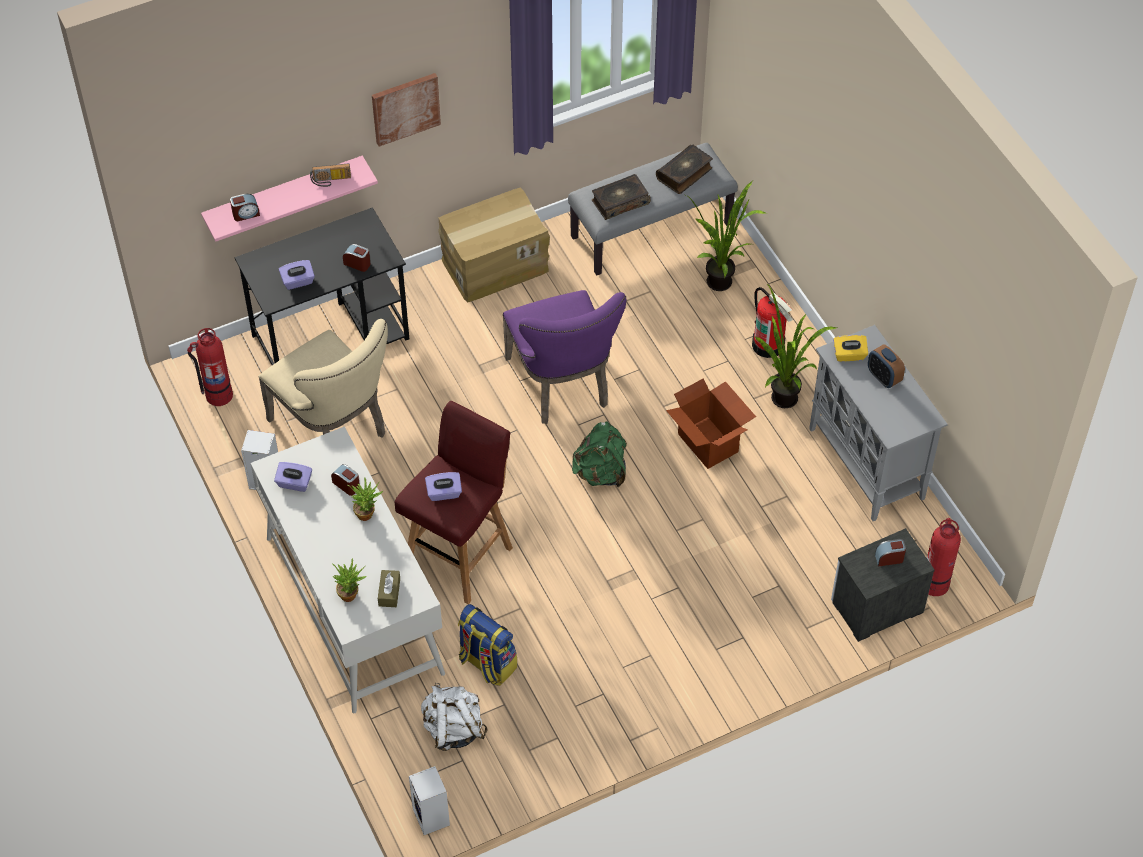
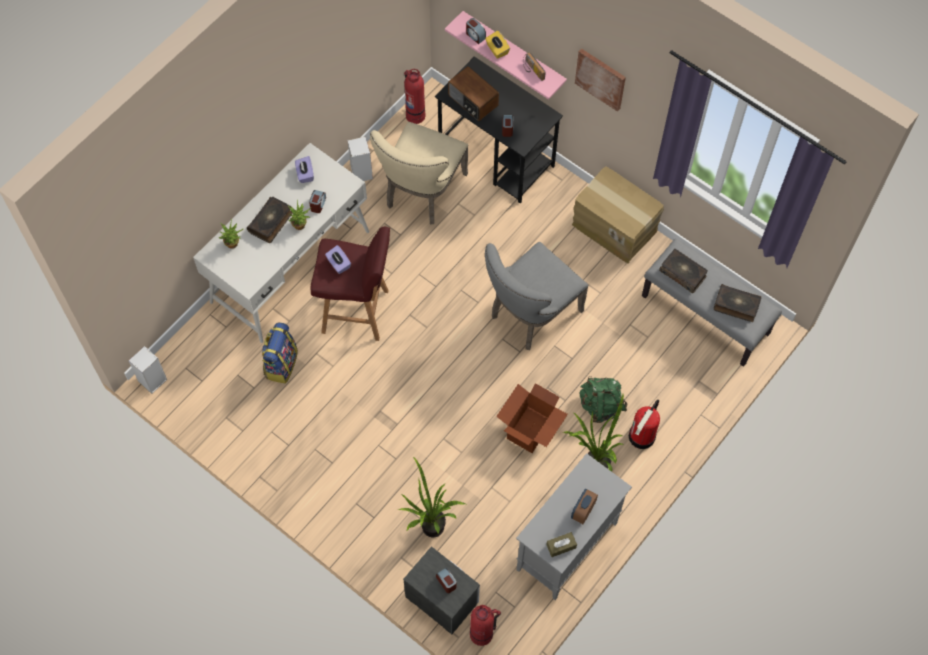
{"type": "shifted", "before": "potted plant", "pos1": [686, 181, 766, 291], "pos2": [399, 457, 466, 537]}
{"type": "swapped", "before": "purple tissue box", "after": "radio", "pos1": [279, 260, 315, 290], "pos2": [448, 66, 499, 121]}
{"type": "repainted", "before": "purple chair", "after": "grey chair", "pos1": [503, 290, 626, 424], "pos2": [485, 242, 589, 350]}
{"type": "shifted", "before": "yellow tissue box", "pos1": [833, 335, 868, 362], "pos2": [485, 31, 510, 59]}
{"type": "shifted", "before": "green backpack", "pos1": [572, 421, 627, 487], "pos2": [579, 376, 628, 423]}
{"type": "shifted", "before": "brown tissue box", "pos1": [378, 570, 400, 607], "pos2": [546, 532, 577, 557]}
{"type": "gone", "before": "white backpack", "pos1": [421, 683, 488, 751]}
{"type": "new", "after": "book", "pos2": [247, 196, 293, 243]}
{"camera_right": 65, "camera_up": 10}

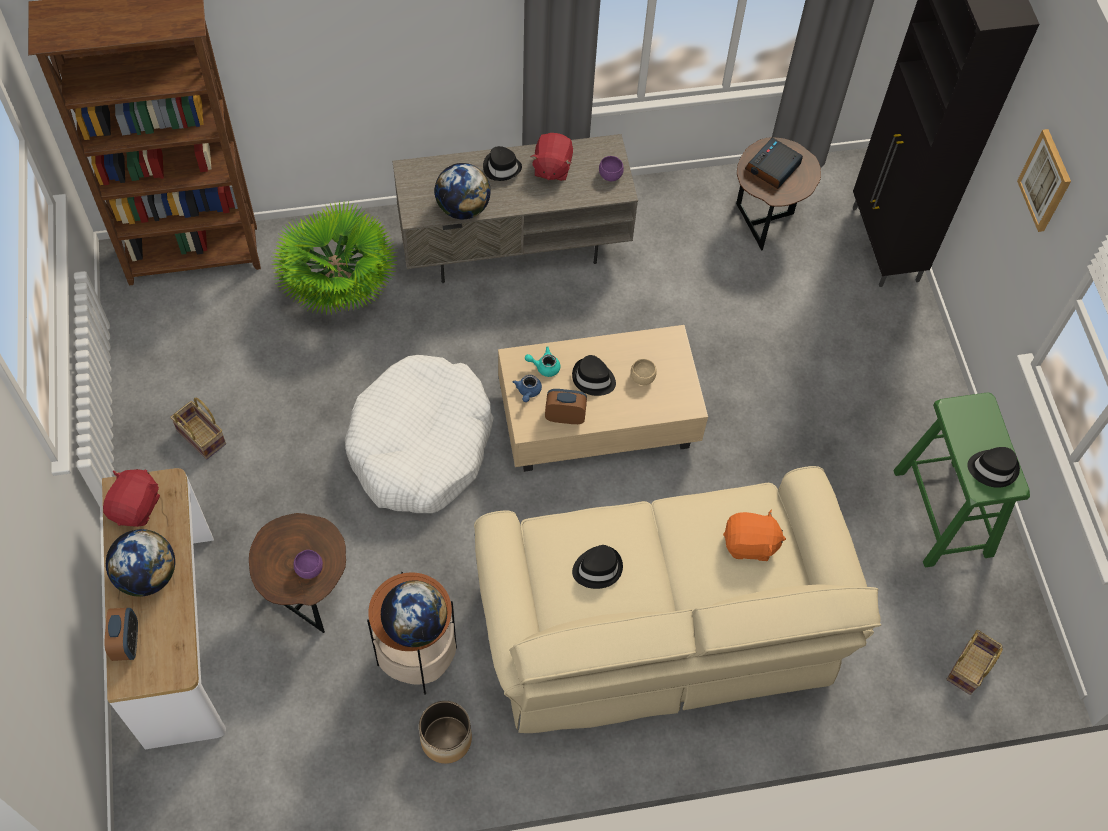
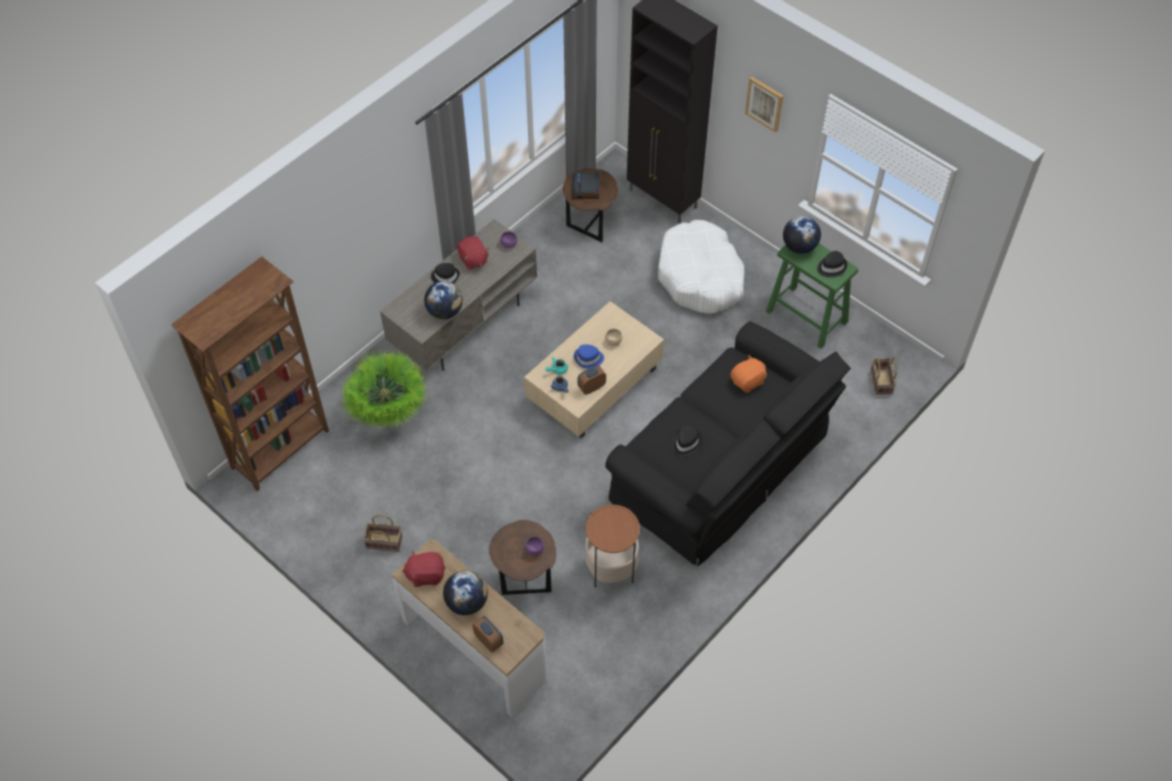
{"type": "shifted", "before": "white dog bed", "pos1": [345, 355, 494, 513], "pos2": [658, 220, 745, 314]}
{"type": "repainted", "before": "black hat", "after": "blue hat", "pos1": [572, 355, 616, 396], "pos2": [574, 344, 604, 369]}
{"type": "repainted", "before": "beige sofa", "after": "black sofa", "pos1": [474, 466, 882, 733], "pos2": [605, 321, 851, 566]}
{"type": "rotated", "before": "red plush toy", "pos1": [103, 469, 160, 527], "pos2": [402, 551, 446, 587], "turn": -75}
{"type": "shifted", "before": "globe", "pos1": [381, 580, 447, 647], "pos2": [783, 216, 821, 254]}
{"type": "gone", "before": "planter", "pos1": [419, 701, 472, 764]}
{"camera_right": -35, "camera_up": -5}

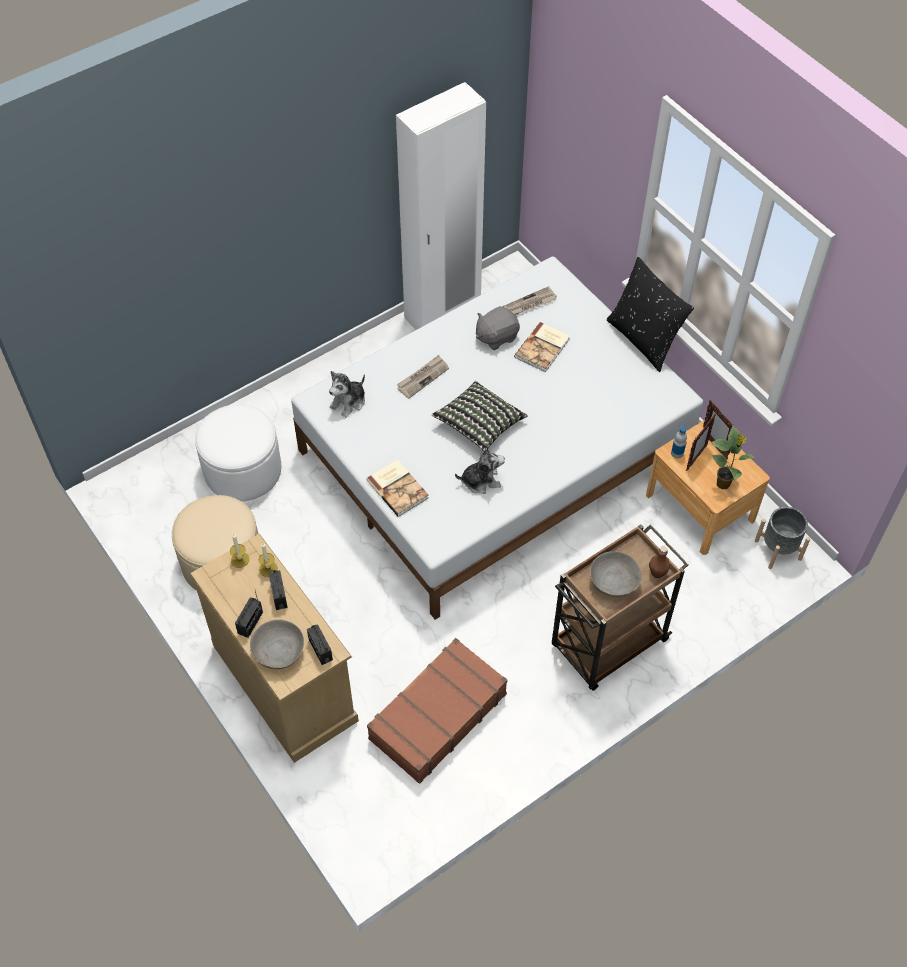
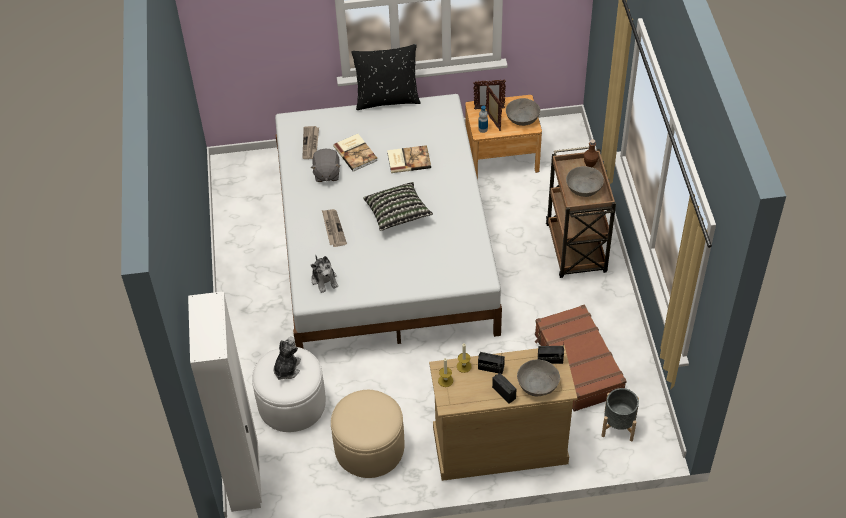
{"type": "shifted", "before": "white wardrobe", "pos1": [396, 82, 486, 330], "pos2": [188, 292, 262, 512]}
{"type": "swapped", "before": "potted plant", "after": "grey bowl", "pos1": [711, 426, 756, 489], "pos2": [506, 98, 540, 126]}
{"type": "shifted", "before": "plush toy", "pos1": [455, 448, 505, 494], "pos2": [274, 337, 301, 380]}
{"type": "shifted", "before": "book", "pos1": [366, 459, 429, 517], "pos2": [387, 145, 431, 173]}
{"type": "shifted", "before": "grey planter", "pos1": [755, 507, 810, 569], "pos2": [602, 388, 639, 441]}
{"camera_right": -60, "camera_up": -5}

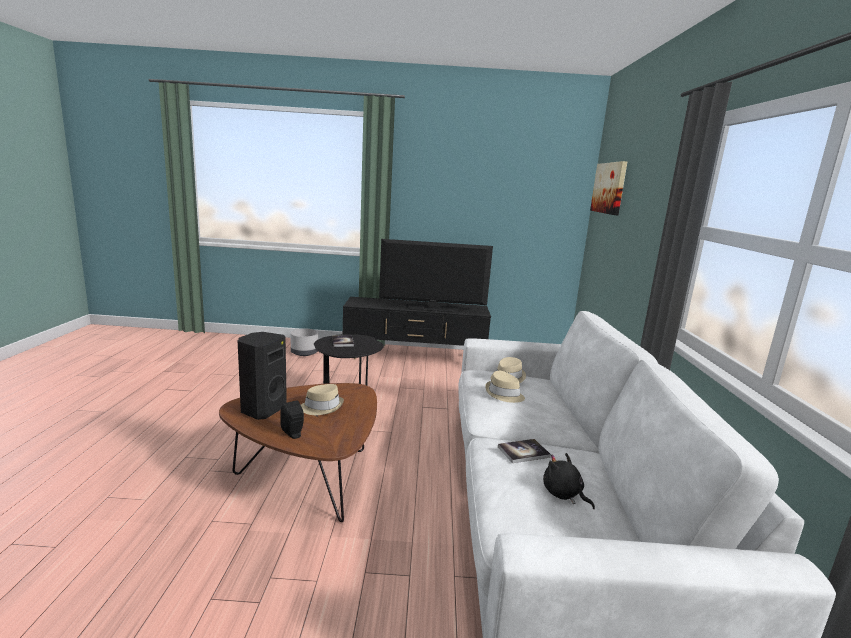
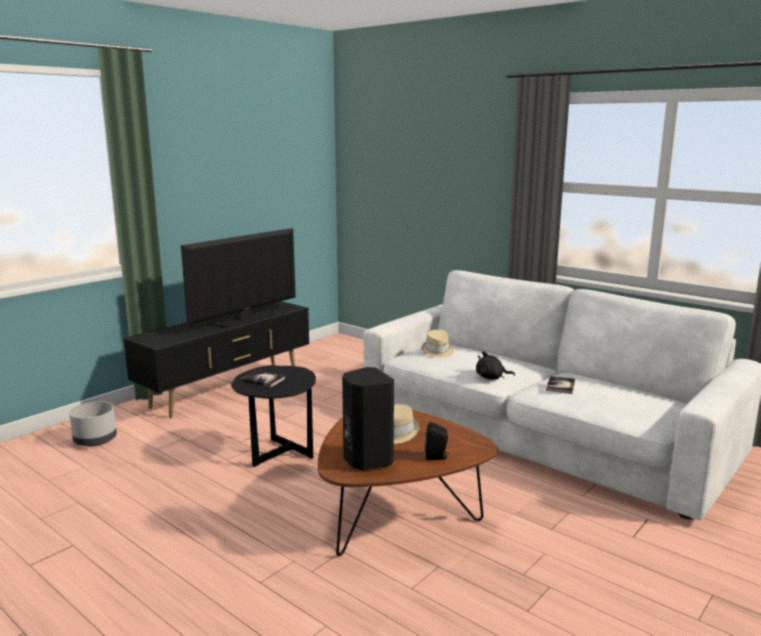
{"type": "gone", "before": "picture", "pos1": [590, 161, 627, 215]}
{"type": "gone", "before": "beige hat", "pos1": [485, 371, 525, 403]}
{"type": "shifted", "before": "black plush toy", "pos1": [543, 453, 595, 509], "pos2": [476, 351, 515, 380]}
{"camera_right": -50, "camera_up": 0}

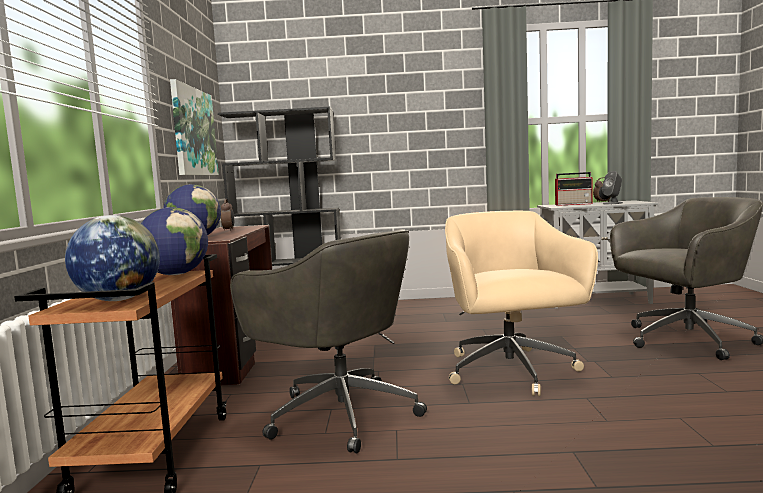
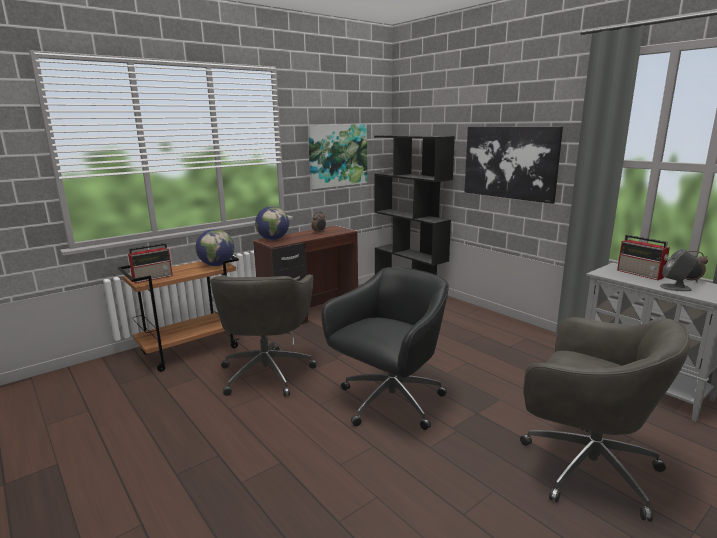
{"type": "repainted", "before": "beige office chair", "after": "black office chair", "pos1": [445, 211, 598, 396], "pos2": [321, 267, 449, 430]}
{"type": "swapped", "before": "globe", "after": "radio", "pos1": [65, 215, 160, 301], "pos2": [128, 243, 173, 283]}
{"type": "new", "after": "picture", "pos2": [464, 127, 563, 204]}
{"camera_right": 50, "camera_up": 10}

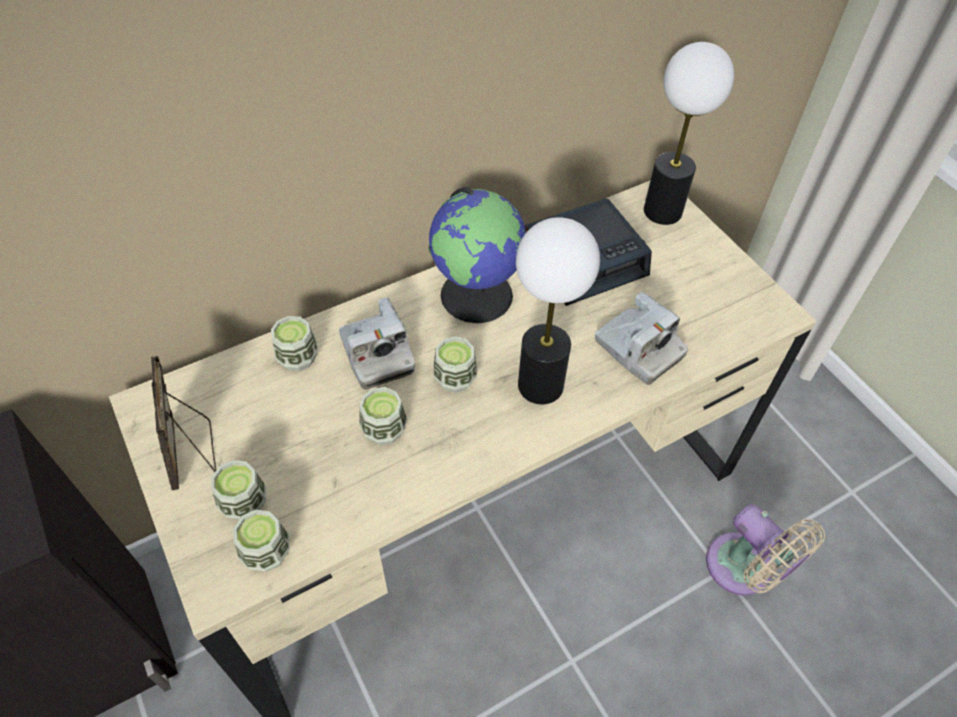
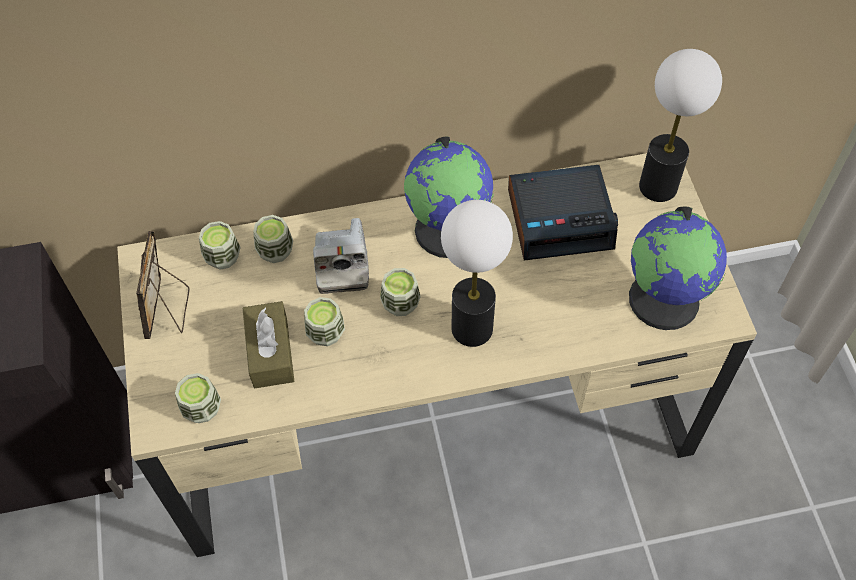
{"type": "gone", "before": "photo camera", "pos1": [595, 292, 688, 385]}
{"type": "shifted", "before": "cup", "pos1": [211, 460, 266, 520], "pos2": [199, 221, 241, 269]}
{"type": "gone", "before": "beige fan", "pos1": [706, 504, 825, 596]}
{"type": "new", "after": "globe", "pos2": [629, 206, 727, 330]}
{"type": "new", "after": "brown tissue box", "pos2": [243, 301, 294, 388]}
{"camera_right": 20, "camera_up": 5}

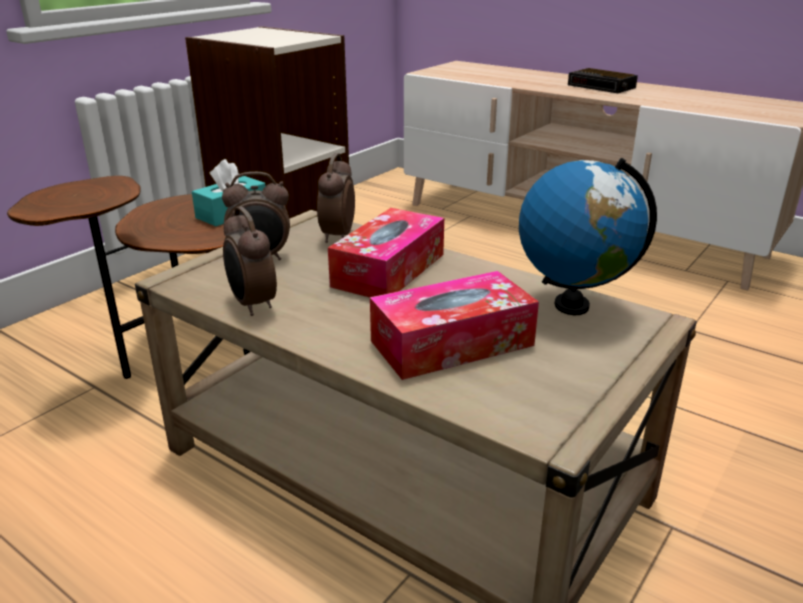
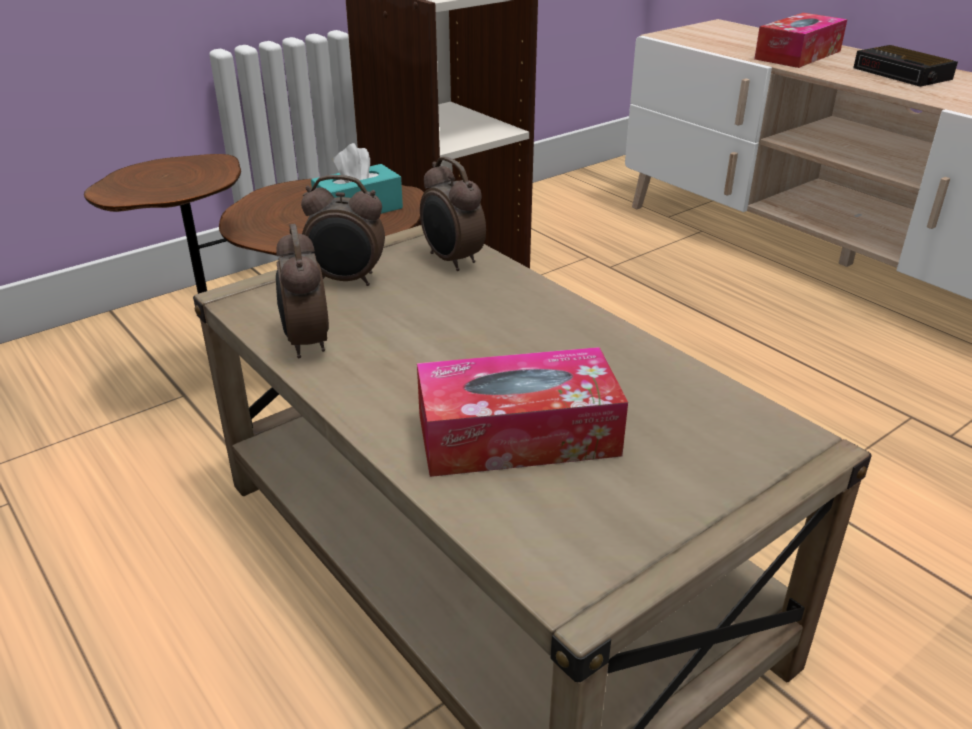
{"type": "rotated", "before": "alarm clock", "pos1": [317, 153, 355, 243], "pos2": [420, 157, 486, 271], "turn": -60}
{"type": "gone", "before": "globe", "pos1": [519, 158, 657, 315]}
{"type": "shifted", "before": "tissue box", "pos1": [328, 208, 444, 297], "pos2": [754, 13, 847, 68]}
{"camera_right": 15, "camera_up": 5}

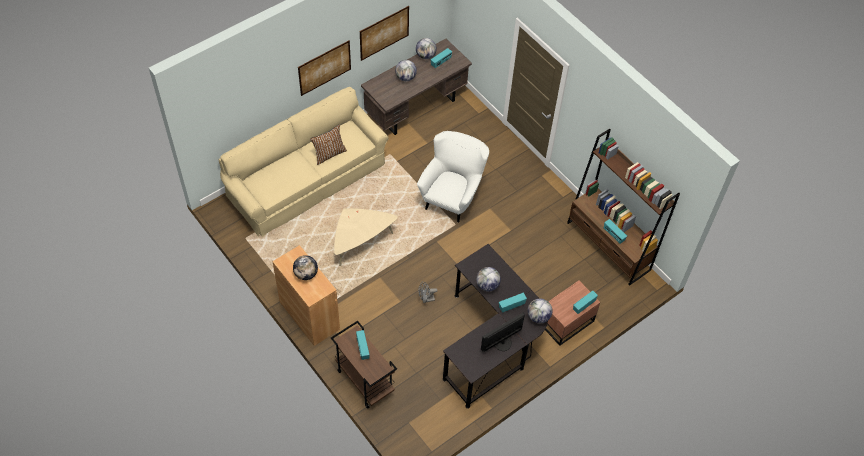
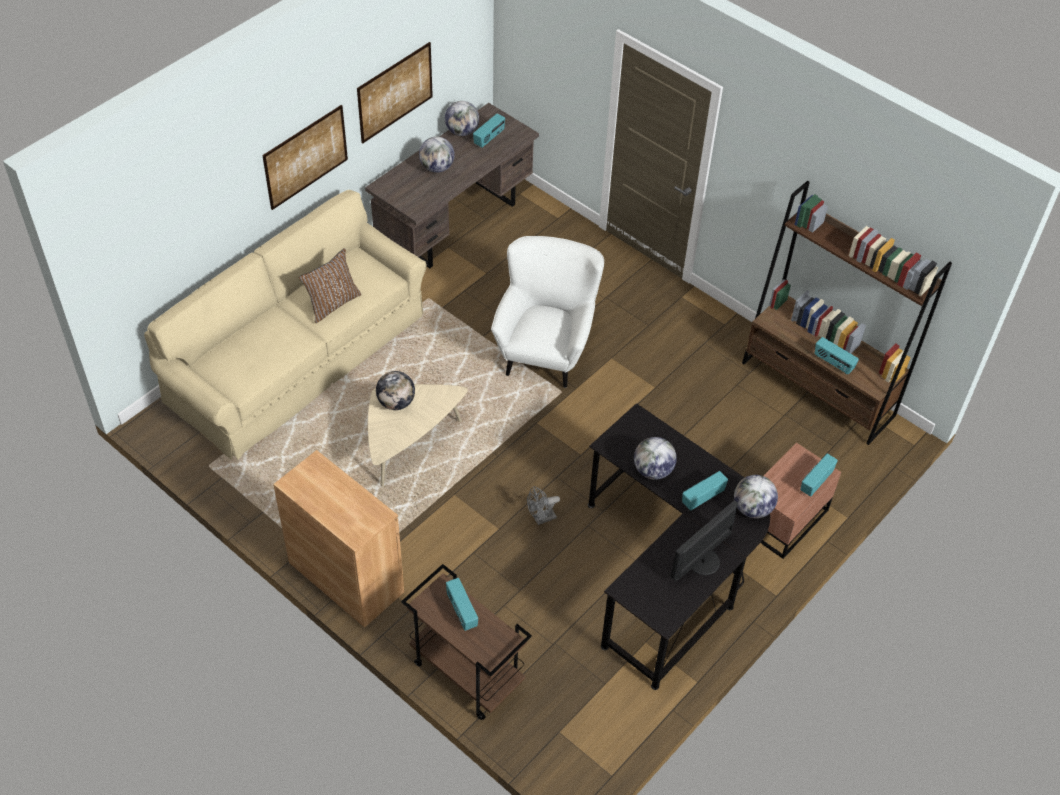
{"type": "shifted", "before": "globe", "pos1": [293, 255, 318, 280], "pos2": [376, 371, 415, 410]}
{"camera_right": -10, "camera_up": -5}

